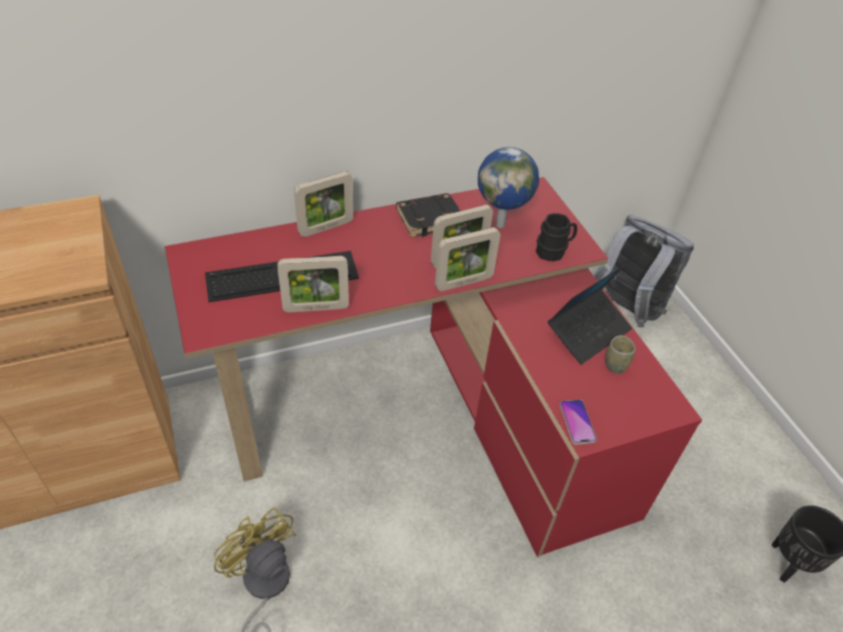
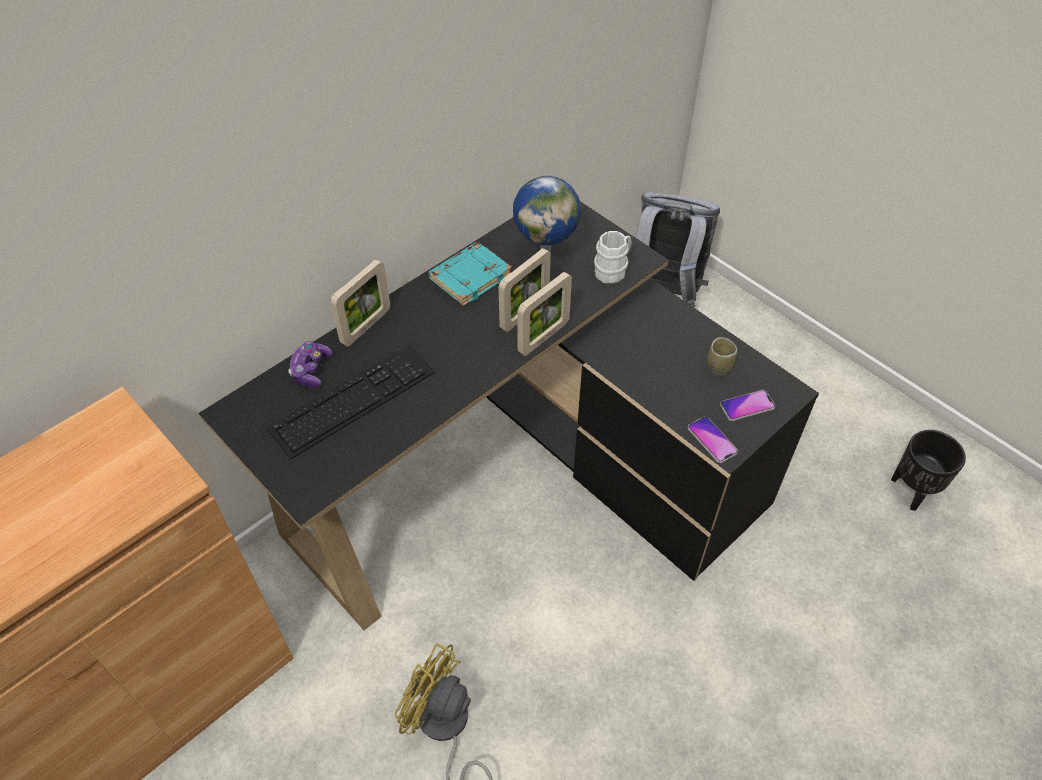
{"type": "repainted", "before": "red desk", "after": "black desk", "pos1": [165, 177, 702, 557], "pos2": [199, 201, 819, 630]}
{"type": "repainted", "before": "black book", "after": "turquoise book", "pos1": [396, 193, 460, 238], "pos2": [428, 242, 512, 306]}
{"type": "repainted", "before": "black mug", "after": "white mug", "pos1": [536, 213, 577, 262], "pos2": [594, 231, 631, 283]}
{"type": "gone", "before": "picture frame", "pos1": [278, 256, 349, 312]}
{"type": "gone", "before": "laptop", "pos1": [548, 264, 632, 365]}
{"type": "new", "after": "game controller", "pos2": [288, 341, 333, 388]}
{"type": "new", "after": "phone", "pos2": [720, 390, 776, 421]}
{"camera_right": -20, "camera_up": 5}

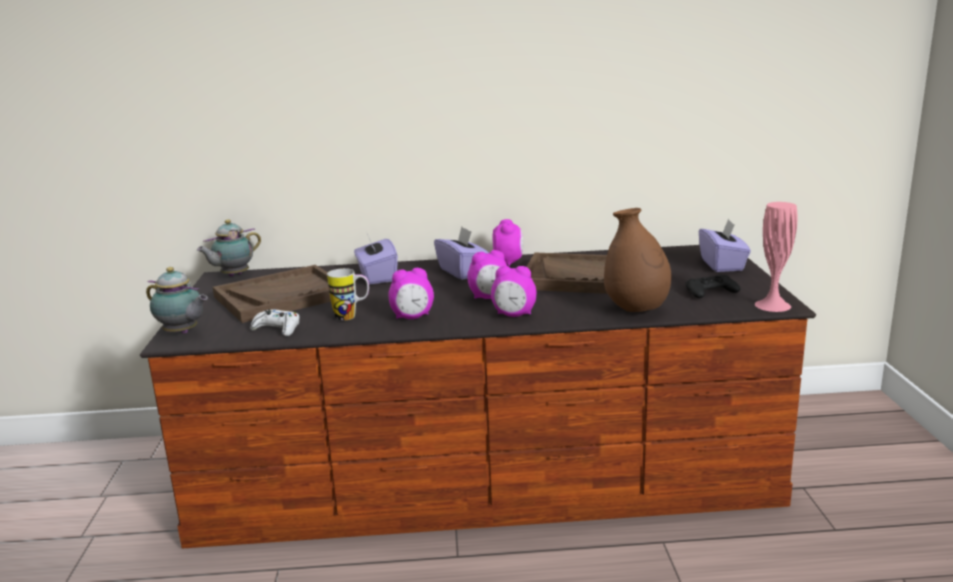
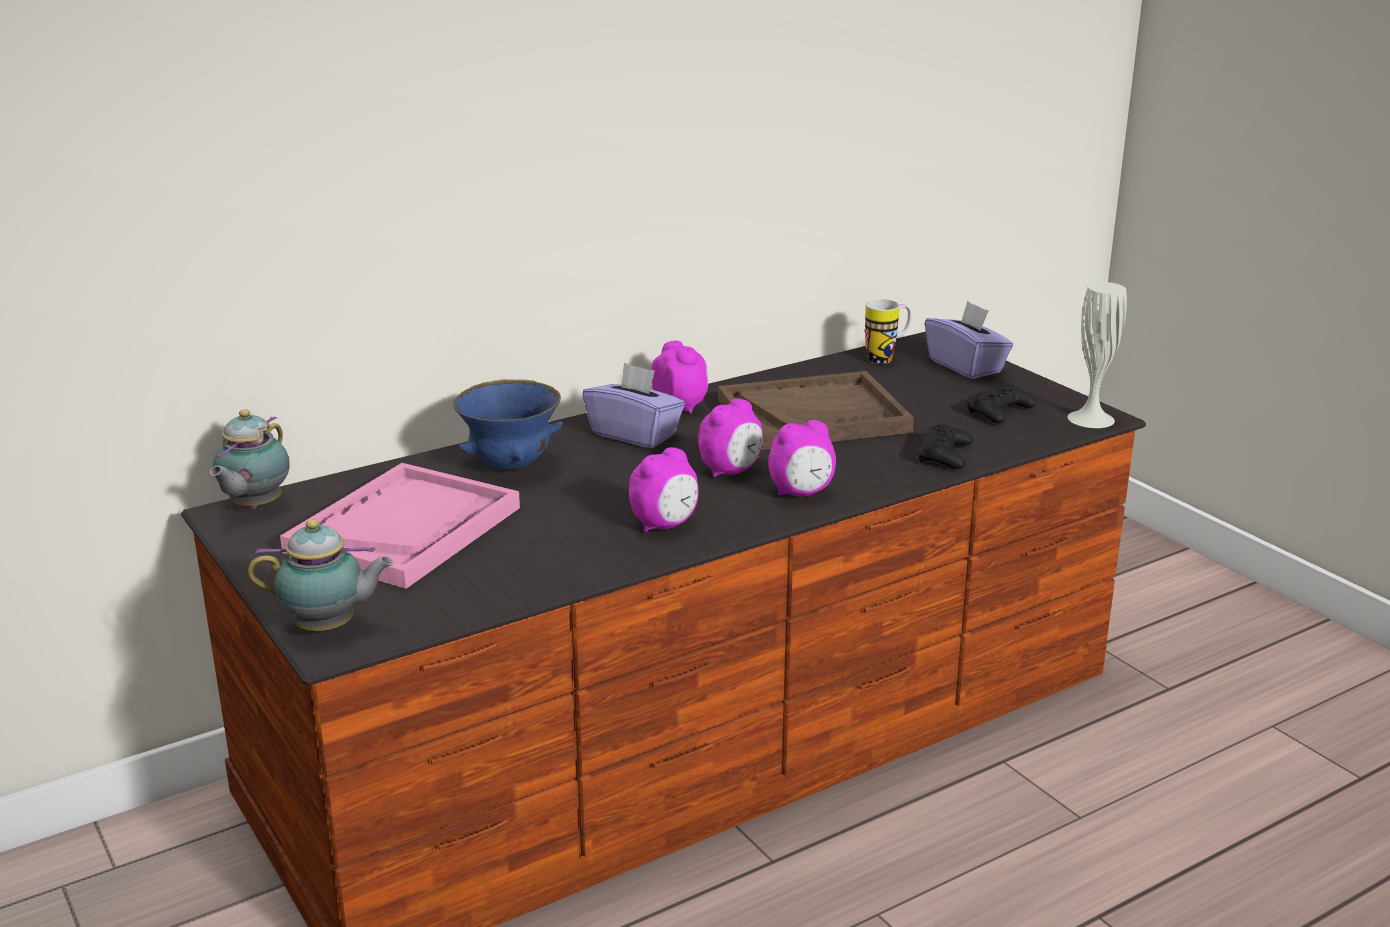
{"type": "repainted", "before": "pink vase", "after": "white vase", "pos1": [755, 202, 797, 312], "pos2": [1067, 282, 1127, 428]}
{"type": "swapped", "before": "brown vase", "after": "black game controller", "pos1": [604, 208, 672, 312], "pos2": [918, 424, 973, 469]}
{"type": "swapped", "before": "purple tissue box", "after": "blue bowl", "pos1": [354, 234, 398, 284], "pos2": [453, 379, 563, 471]}
{"type": "repainted", "before": "brown tray", "after": "pink tray", "pos1": [213, 265, 331, 323], "pos2": [280, 463, 520, 589]}
{"type": "shifted", "before": "mug", "pos1": [327, 268, 369, 321], "pos2": [865, 299, 912, 364]}
{"type": "gone", "before": "white game controller", "pos1": [250, 309, 299, 336]}
{"camera_right": -30, "camera_up": 5}

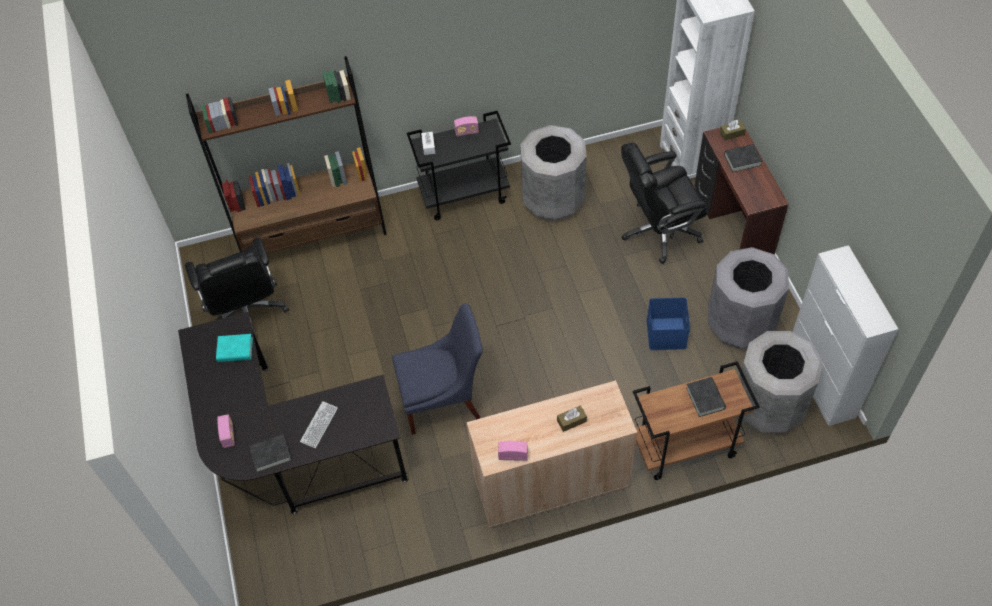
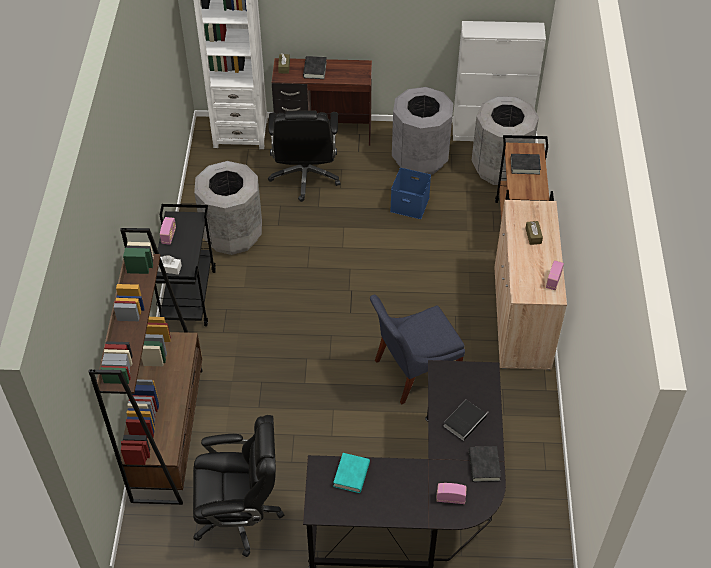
{"type": "rotated", "before": "blue chair", "pos1": [392, 303, 483, 435], "pos2": [370, 295, 465, 404], "turn": -120}
{"type": "swapped", "before": "keyboard", "after": "book", "pos1": [300, 401, 338, 448], "pos2": [444, 400, 489, 441]}
{"camera_right": -75, "camera_up": -5}

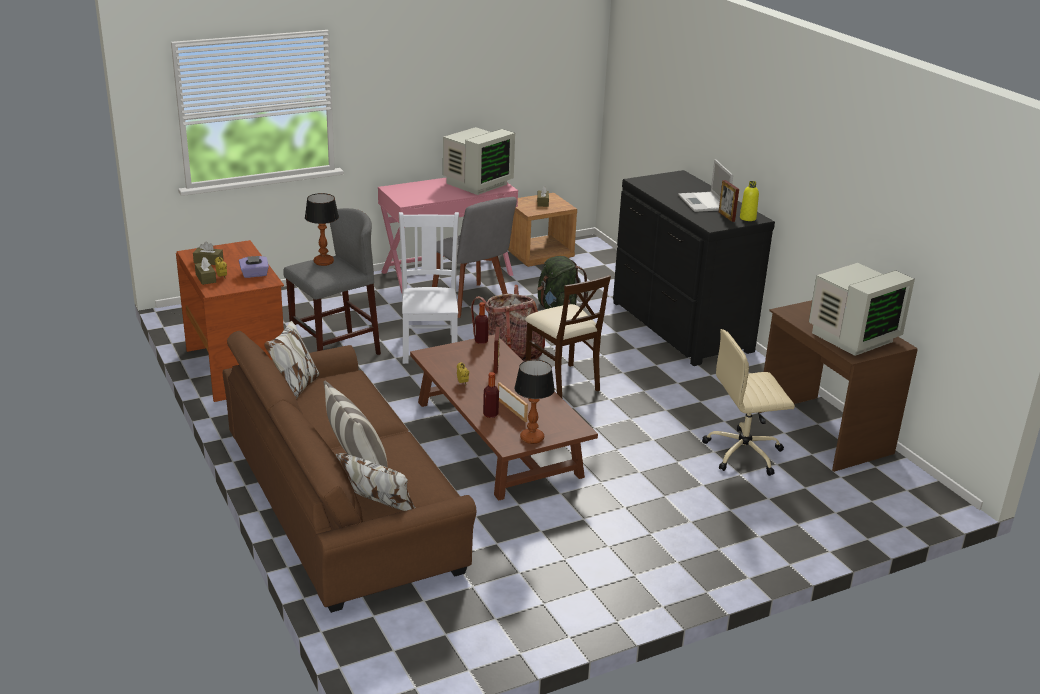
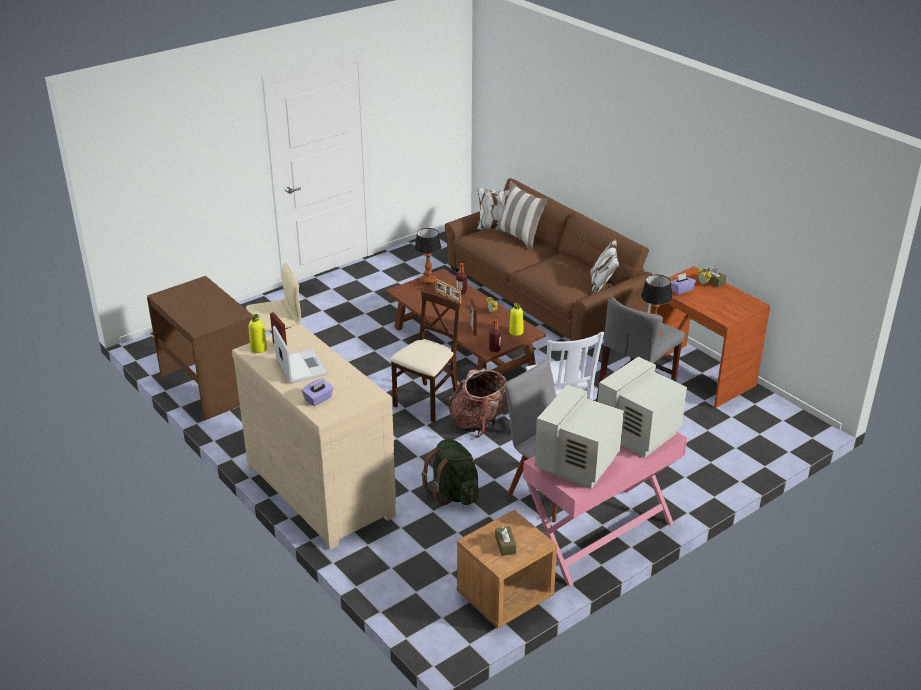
{"type": "repainted", "before": "black dresser", "after": "beige dresser", "pos1": [613, 170, 775, 366], "pos2": [232, 324, 396, 550]}
{"type": "gone", "before": "brown tissue box", "pos1": [193, 241, 224, 265]}
{"type": "shifted", "before": "monitor", "pos1": [809, 263, 915, 356], "pos2": [598, 356, 687, 457]}
{"type": "rotated", "before": "beige chair", "pos1": [525, 275, 611, 398], "pos2": [390, 291, 460, 423], "turn": 75}
{"type": "new", "after": "yellow bottle", "pos2": [509, 303, 523, 336]}
{"type": "new", "after": "purple tissue box", "pos2": [302, 378, 334, 406]}
{"camera_right": 170, "camera_up": 5}

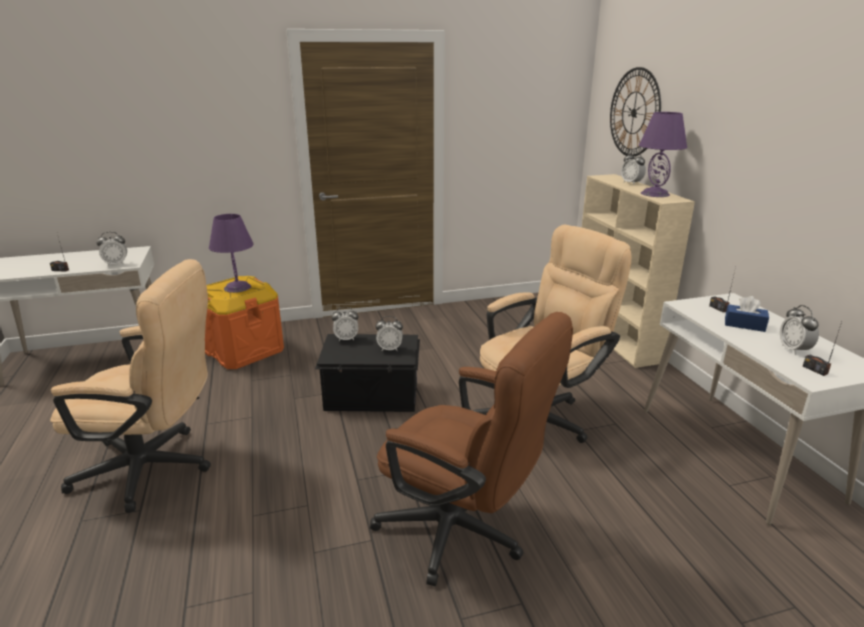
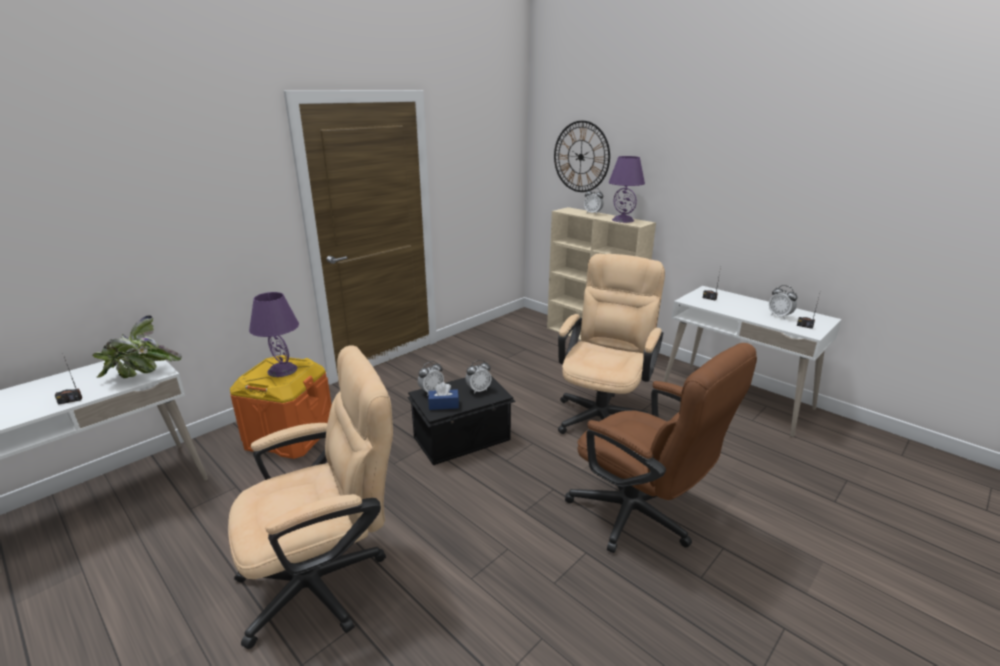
{"type": "swapped", "before": "alarm clock", "after": "potted plant", "pos1": [97, 232, 127, 266], "pos2": [93, 315, 182, 378]}
{"type": "shifted", "before": "blue tissue box", "pos1": [725, 296, 769, 332], "pos2": [428, 382, 459, 410]}
{"type": "rotated", "before": "brown office chair", "pos1": [370, 312, 573, 587], "pos2": [565, 343, 757, 553], "turn": 45}
{"camera_right": -30, "camera_up": 0}

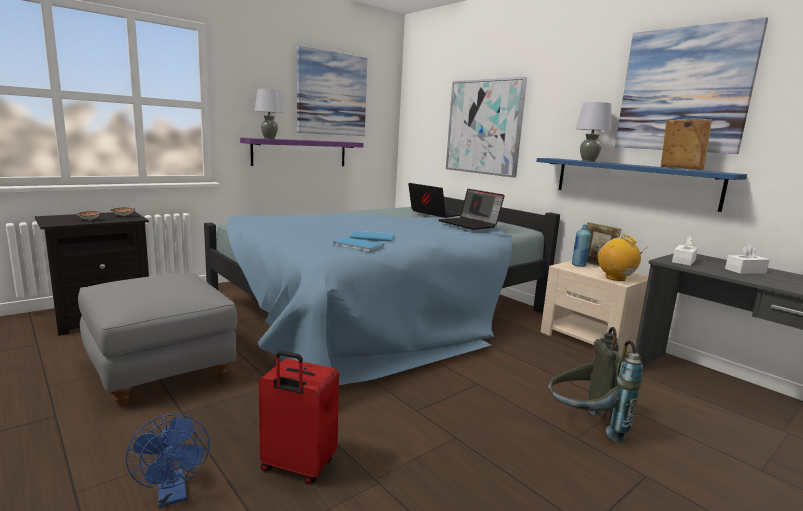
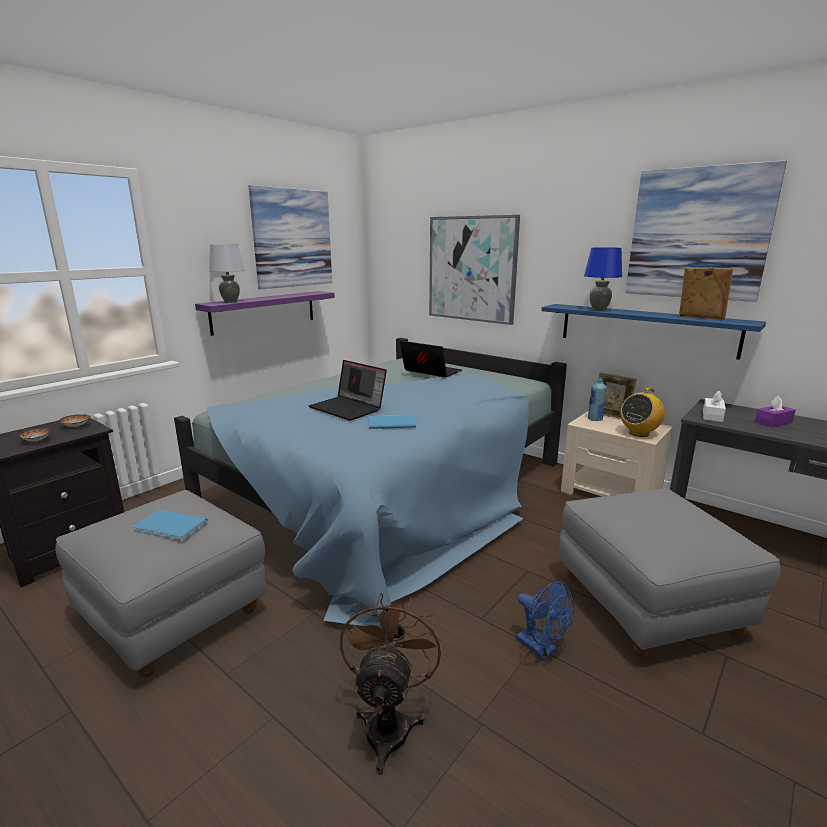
{"type": "repainted", "before": "grey table lamp", "after": "blue table lamp", "pos1": [575, 102, 611, 162], "pos2": [584, 247, 622, 311]}
{"type": "shifted", "before": "laptop", "pos1": [439, 189, 505, 230], "pos2": [309, 360, 387, 421]}
{"type": "rotated", "before": "radio", "pos1": [597, 234, 648, 281], "pos2": [620, 388, 665, 437], "turn": -90}
{"type": "shifted", "before": "blue book", "pos1": [332, 237, 384, 252], "pos2": [133, 510, 208, 541]}
{"type": "repainted", "before": "white tissue box", "after": "purple tissue box", "pos1": [725, 243, 770, 274], "pos2": [755, 396, 796, 428]}
{"type": "swapped", "before": "grey backpack", "after": "grey ottoman", "pos1": [548, 327, 643, 442], "pos2": [559, 488, 780, 659]}
{"type": "swapped", "before": "red suitcase", "after": "brown fan", "pos1": [258, 351, 339, 484], "pos2": [340, 593, 442, 775]}
{"type": "shifted", "before": "blue fan", "pos1": [126, 414, 210, 507], "pos2": [516, 581, 575, 660]}
{"camera_right": -10, "camera_up": 5}

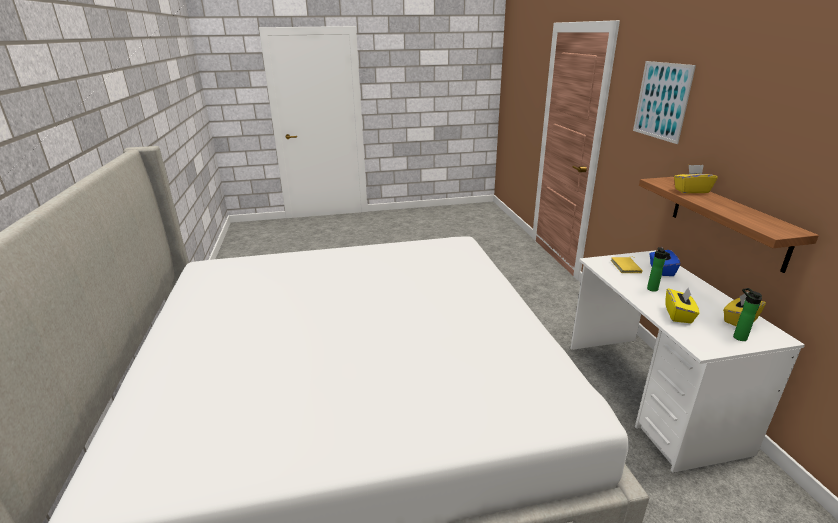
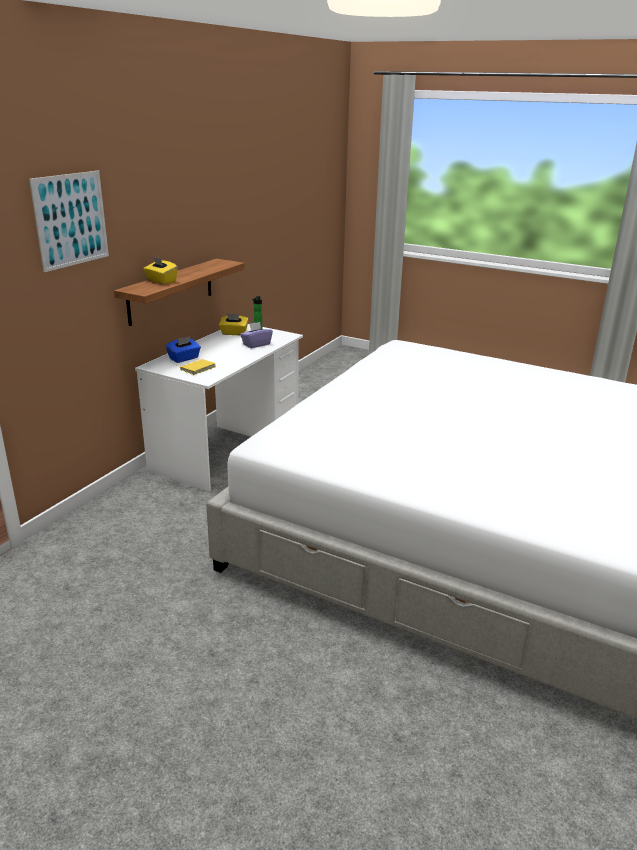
{"type": "gone", "before": "bottle", "pos1": [647, 247, 670, 292]}
{"type": "repainted", "before": "yellow tissue box", "after": "purple tissue box", "pos1": [666, 287, 699, 323], "pos2": [240, 322, 273, 348]}
{"camera_right": -140, "camera_up": 0}

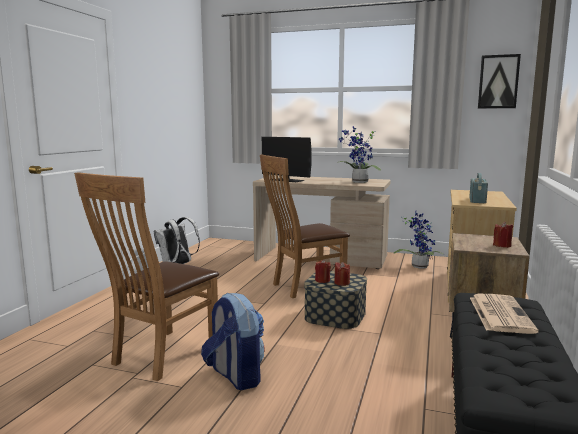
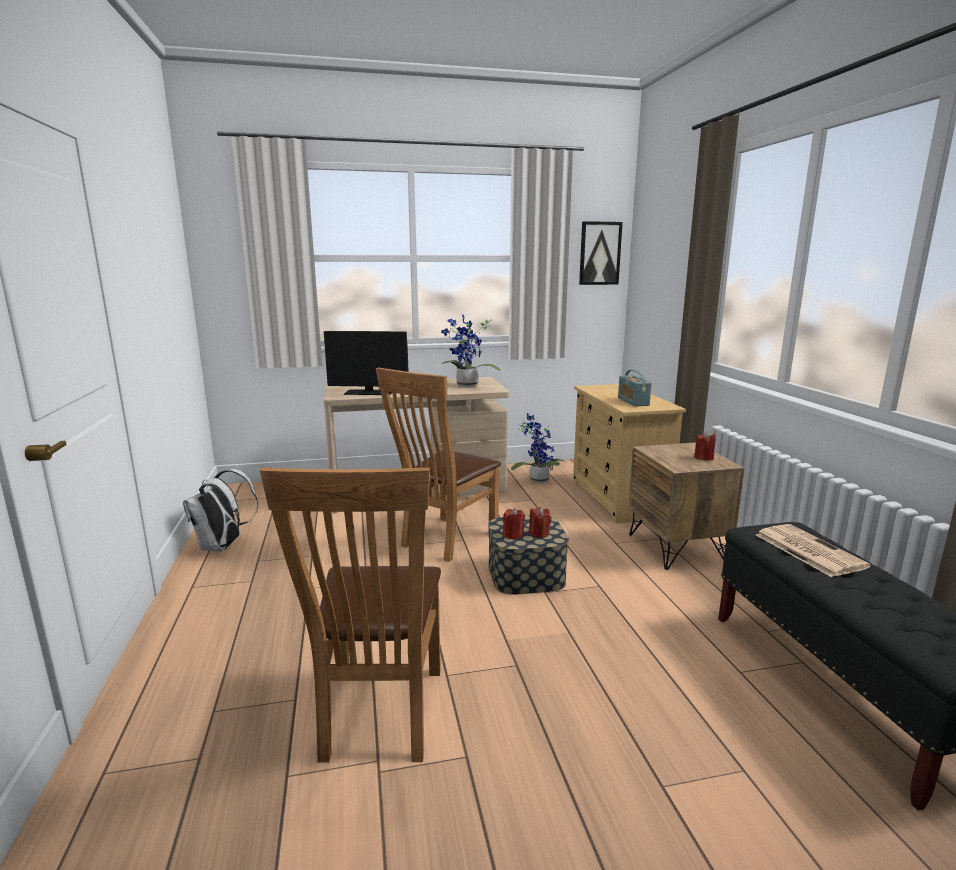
{"type": "gone", "before": "backpack", "pos1": [201, 293, 265, 390]}
{"camera_right": -30, "camera_up": 5}

